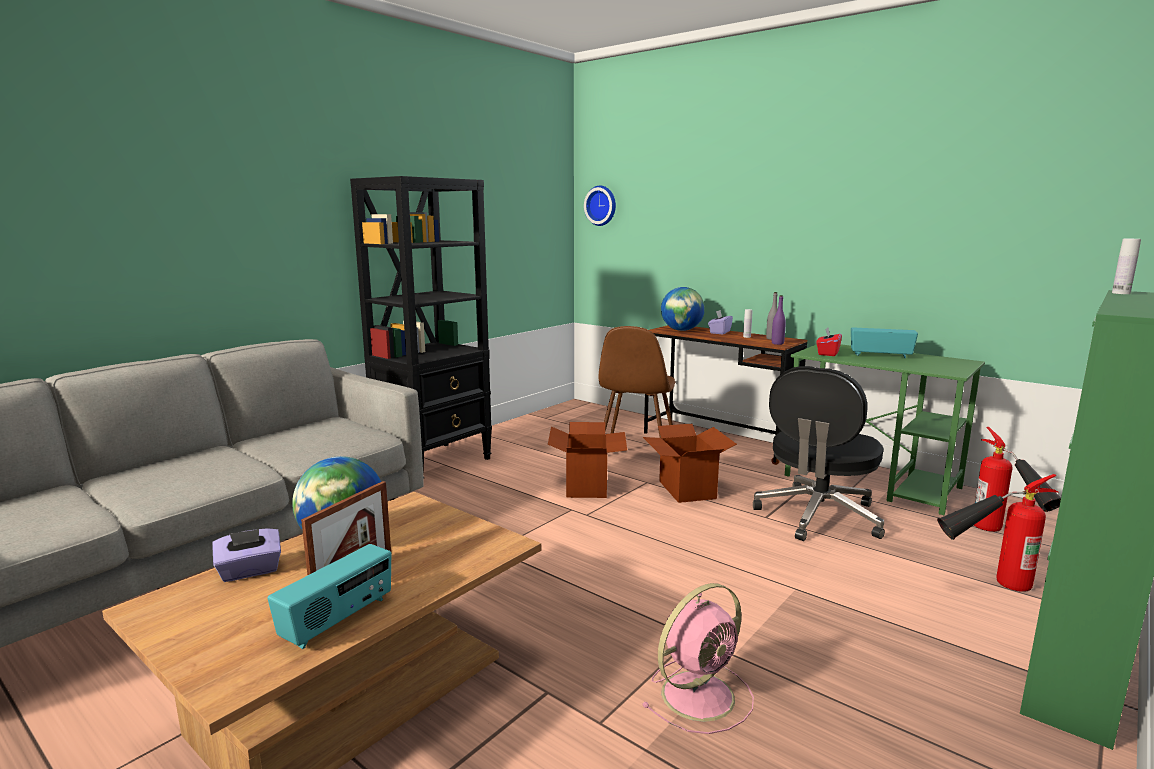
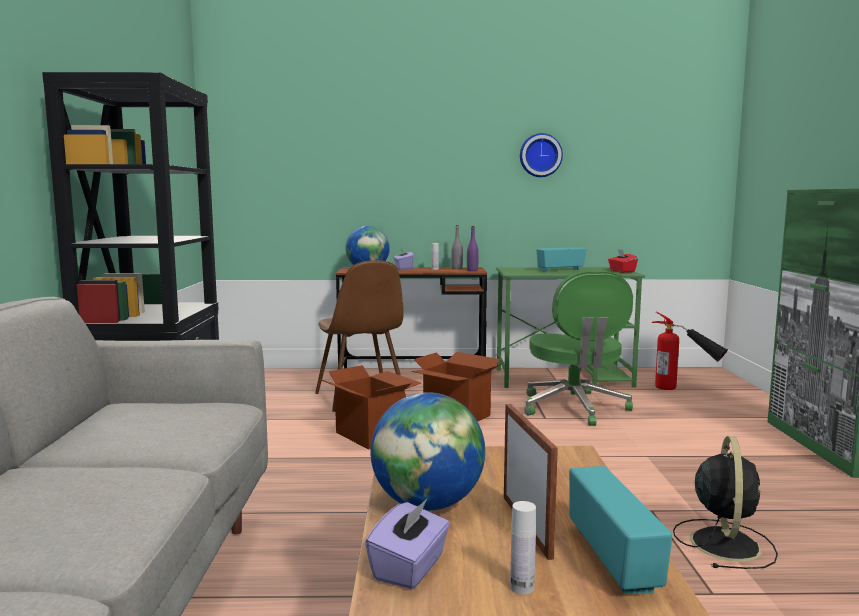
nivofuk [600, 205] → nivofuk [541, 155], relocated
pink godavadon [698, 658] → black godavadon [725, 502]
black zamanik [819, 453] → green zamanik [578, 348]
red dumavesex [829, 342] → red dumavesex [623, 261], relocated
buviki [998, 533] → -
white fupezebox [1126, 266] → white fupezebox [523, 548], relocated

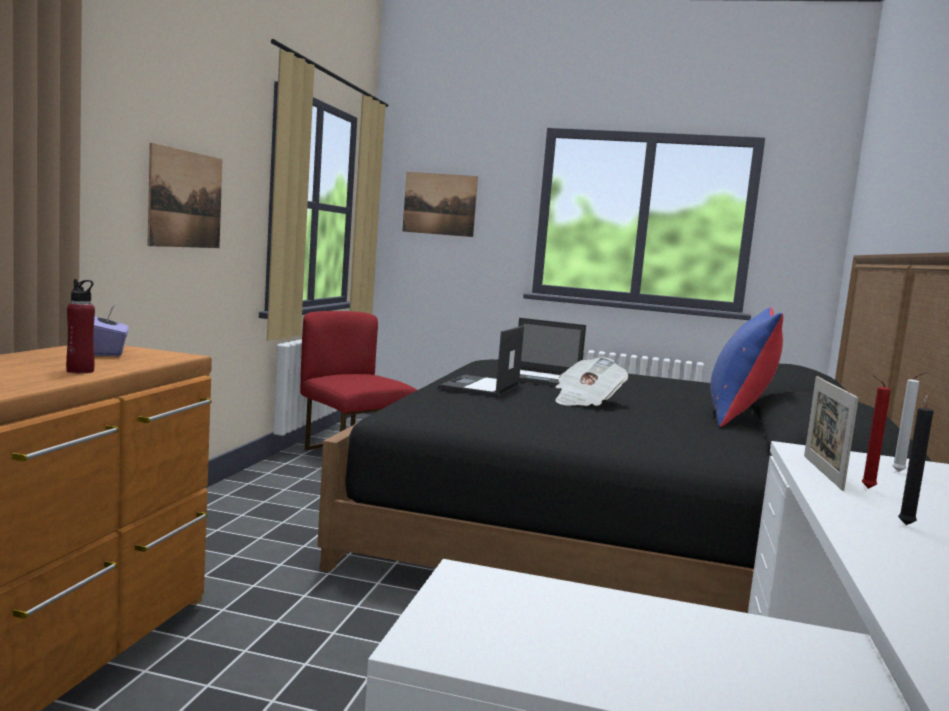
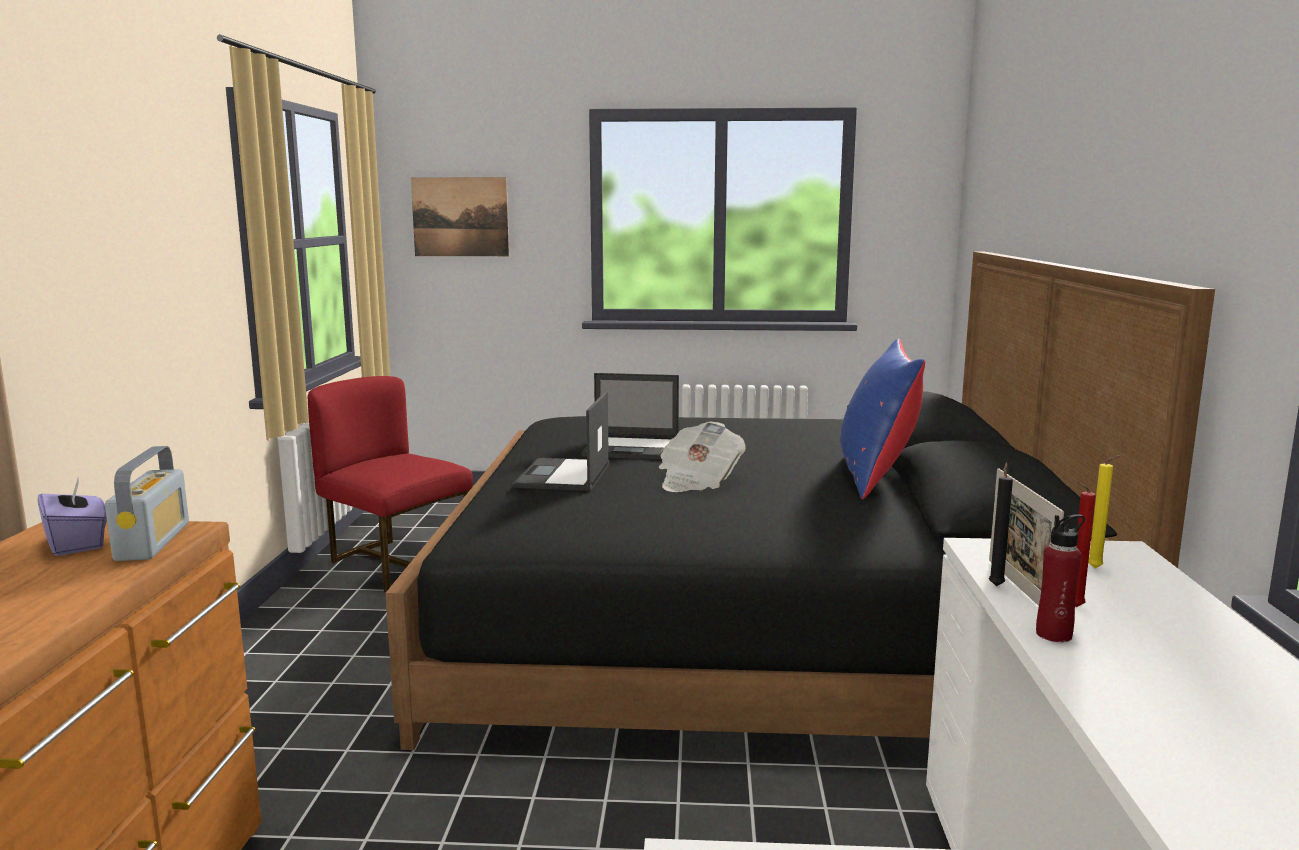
red fupezebox [80, 326] → red fupezebox [1060, 578], relocated
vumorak [185, 195] → -
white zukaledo [910, 422] → yellow zukaledo [1105, 511]
black zukaledo [916, 459] → black zukaledo [1001, 524], relocated
- → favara [147, 503]

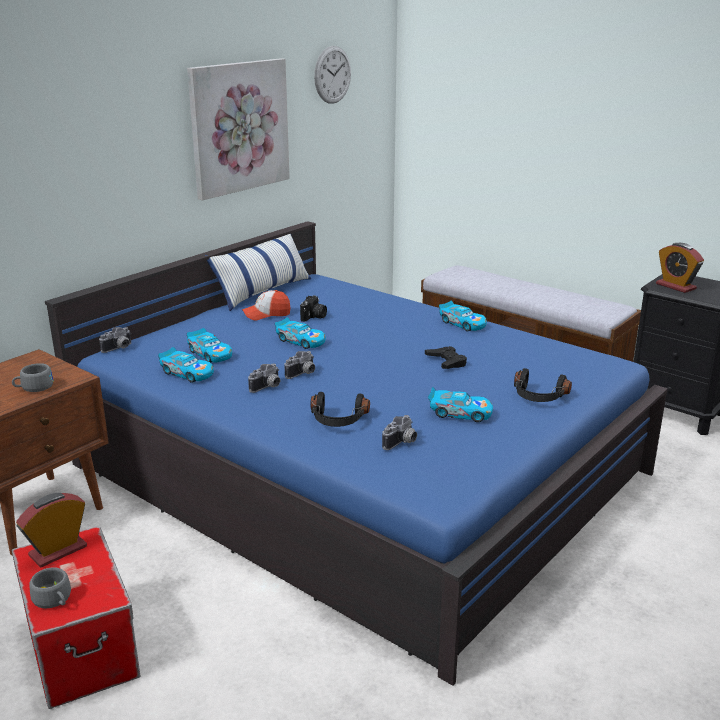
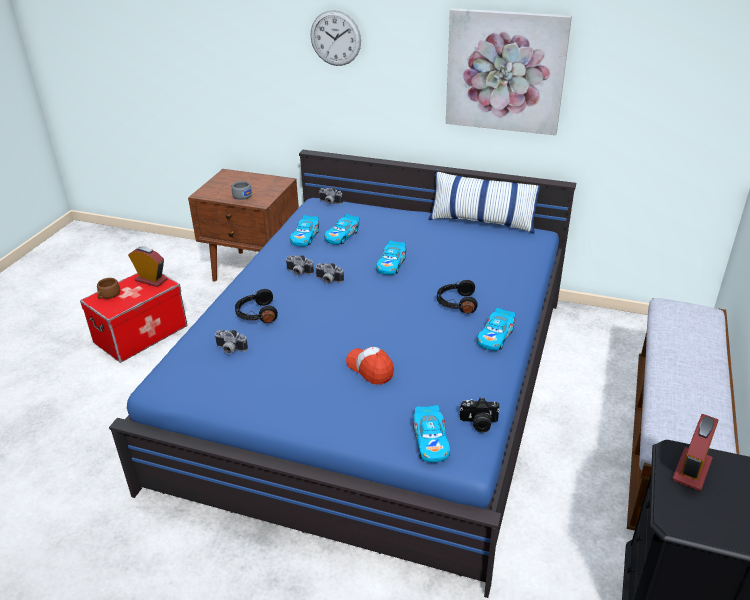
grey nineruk [50, 587] → brown nineruk [108, 288]
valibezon [266, 305] → valibezon [370, 366], relocated
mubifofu [313, 308] → mubifofu [480, 415], relocated
nivofuk [332, 75] → nivofuk [335, 38], relocated
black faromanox [446, 357] → -
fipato [460, 404] → fipato [431, 433], relocated
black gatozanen [543, 385] → black gatozanen [457, 297], relocated

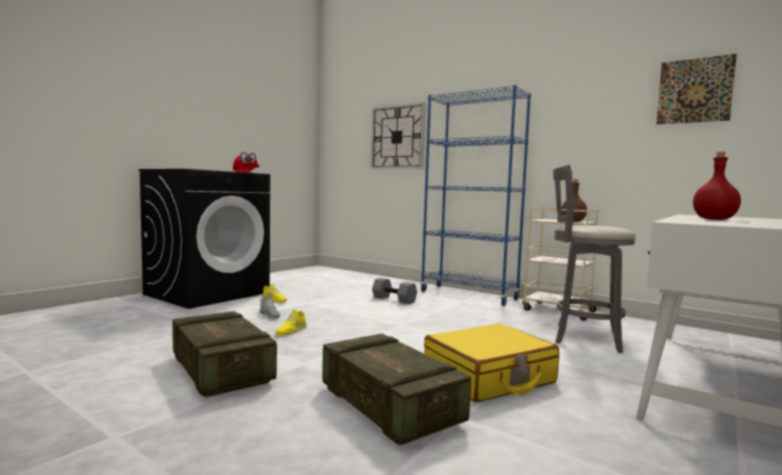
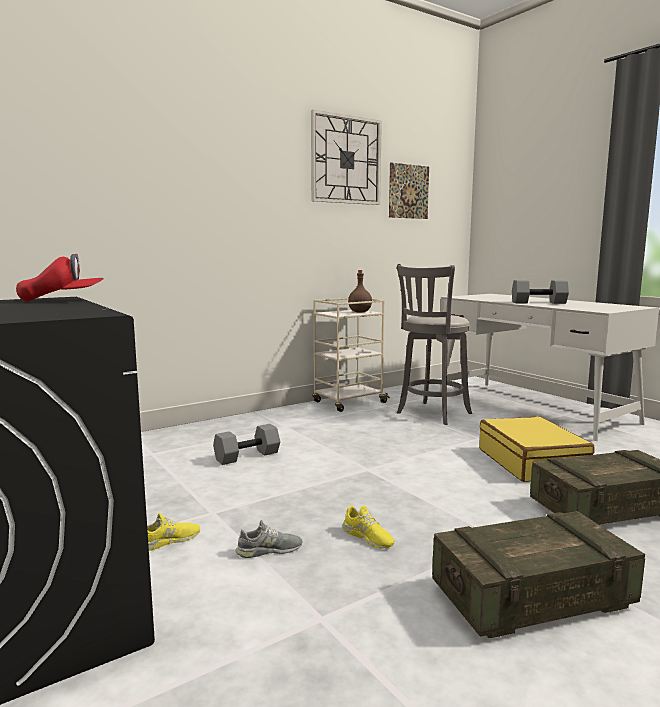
nivofuk [398, 135] → nivofuk [346, 157], relocated
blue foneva [475, 195] → -
red fupezebox [717, 186] → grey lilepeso [540, 292]

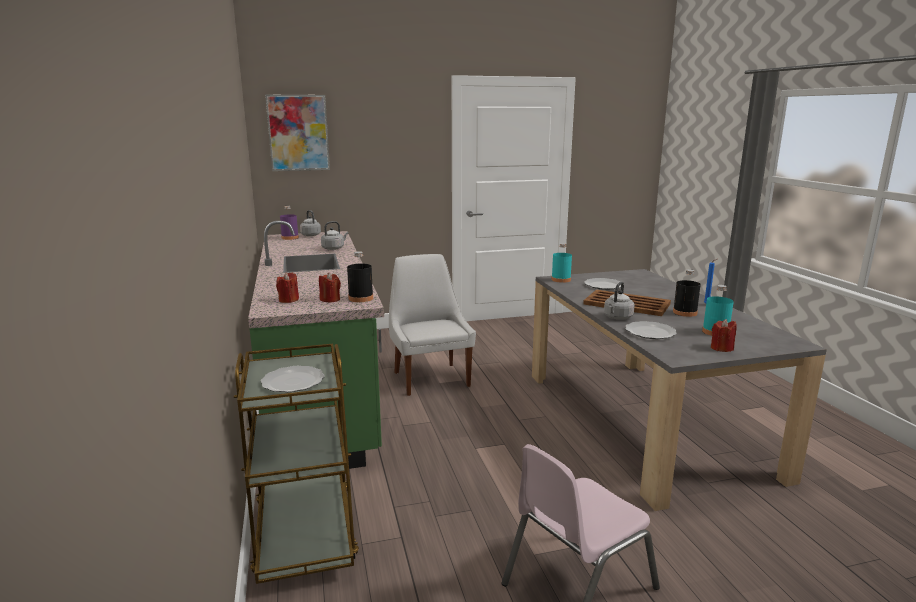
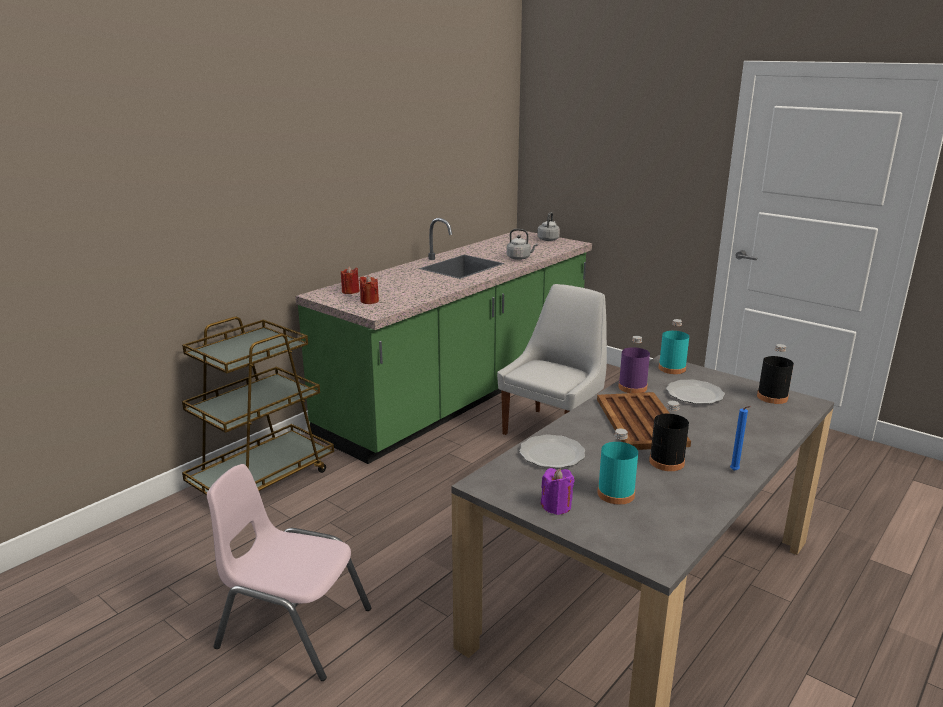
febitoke [293, 379] → -
vumorak [297, 133] → -
purple fupezebox [289, 223] → purple fupezebox [634, 364], relocated
black fupezebox [360, 276] → black fupezebox [775, 374], relocated
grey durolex [619, 301] → -
red zukaledo [724, 335] → purple zukaledo [558, 491]

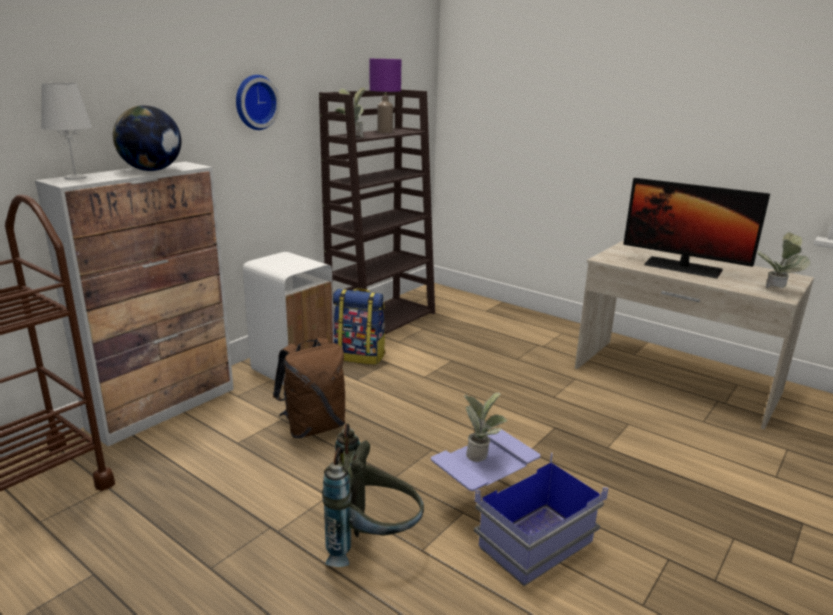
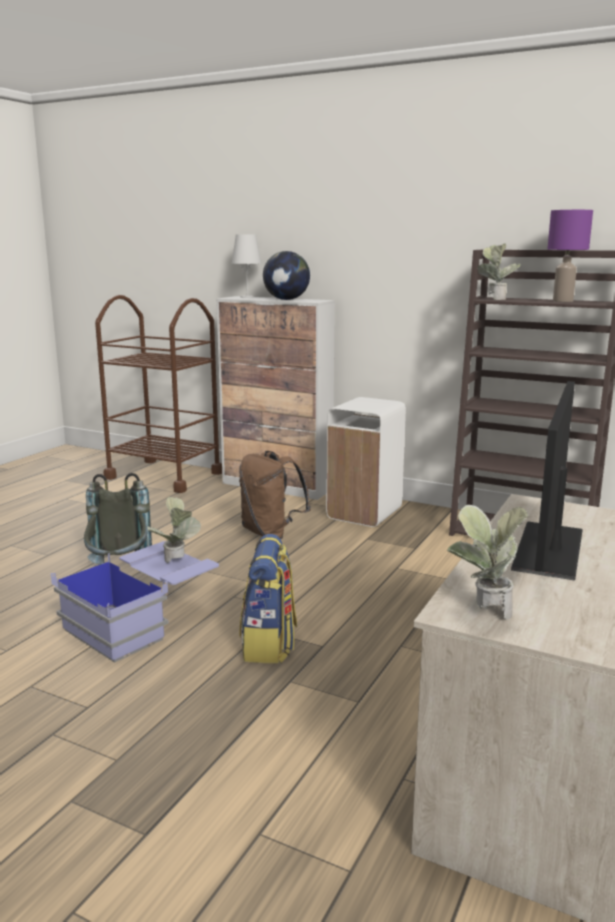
nivofuk [258, 102] → -
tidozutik [359, 326] → tidozutik [268, 598], relocated

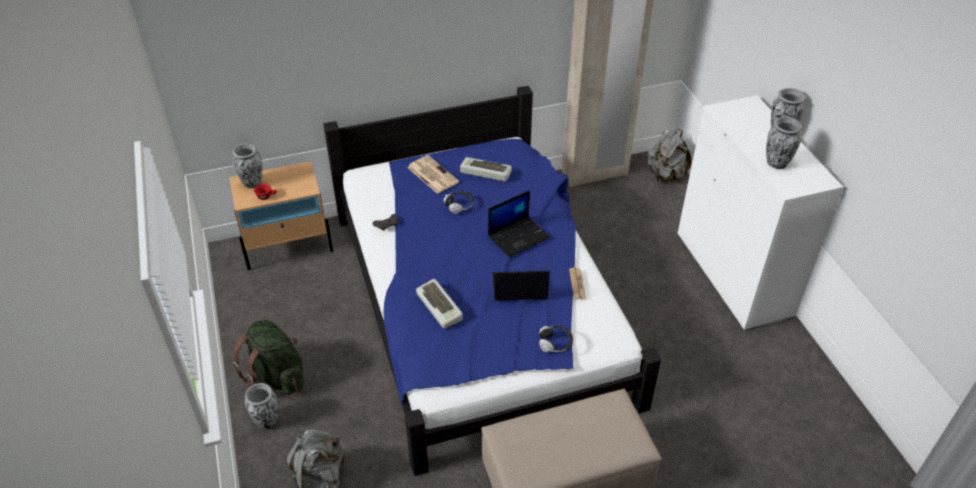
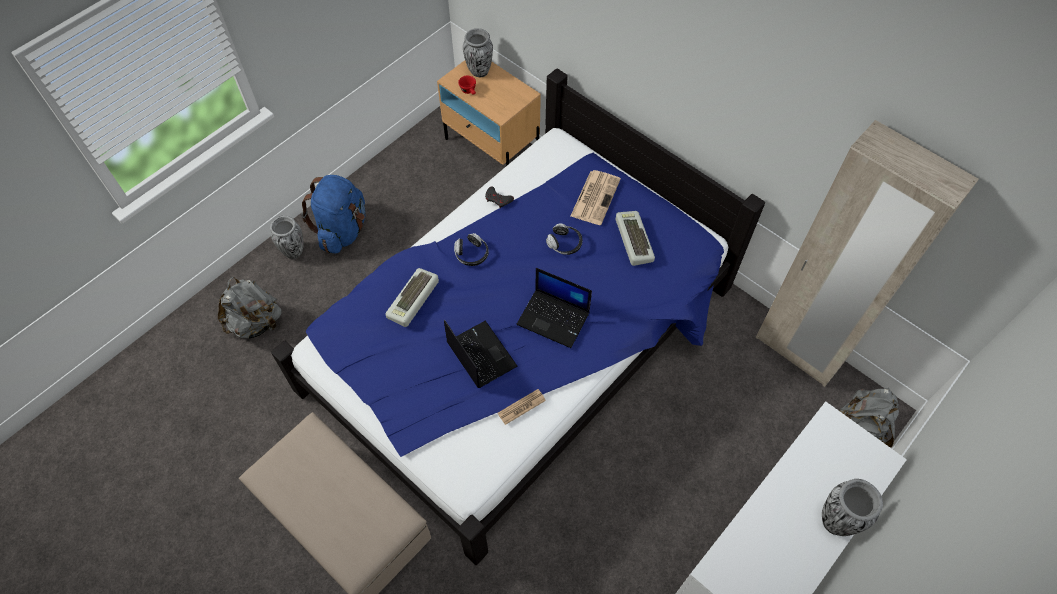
green tidozutik [268, 357] → blue tidozutik [333, 214]
gatozanen [556, 339] → gatozanen [471, 249], relocated
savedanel [784, 143] → -

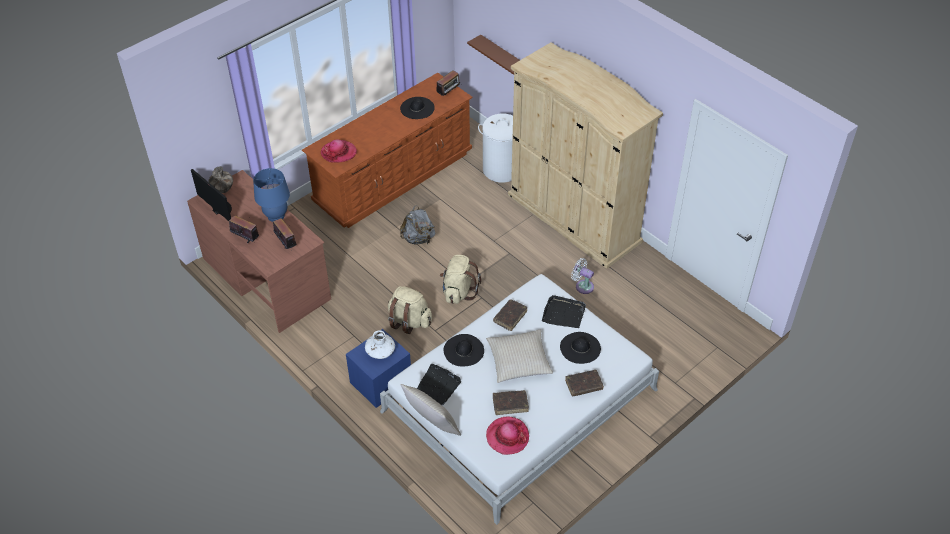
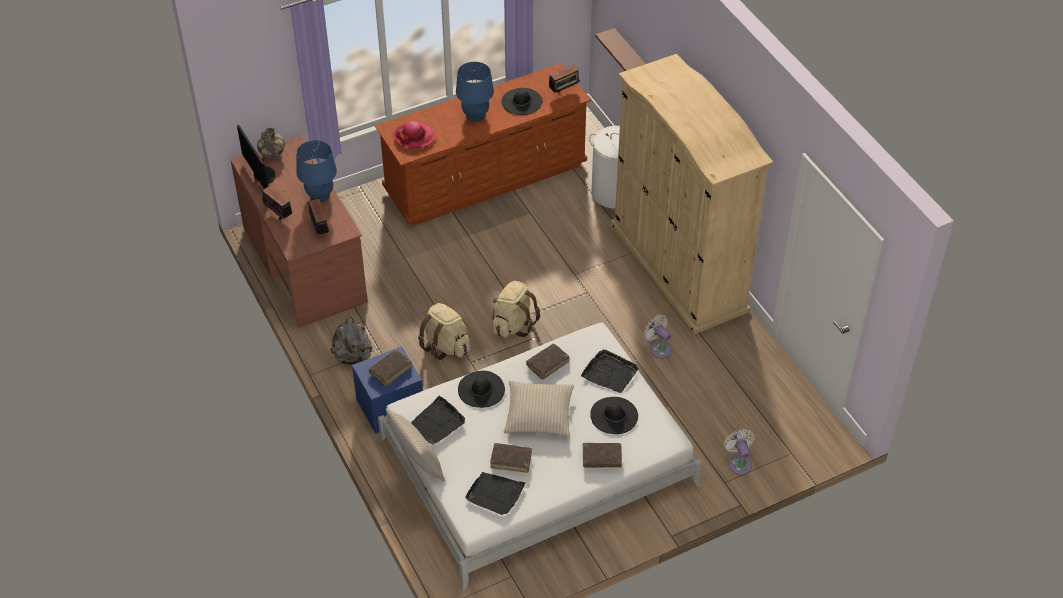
white savedanel [380, 344] → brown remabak [390, 368]
grey tidozutik [417, 225] → grey tidozutik [351, 341], relocated
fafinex [507, 435] → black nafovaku [495, 493]
- → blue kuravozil [475, 92]
- → white godavadon [739, 452]

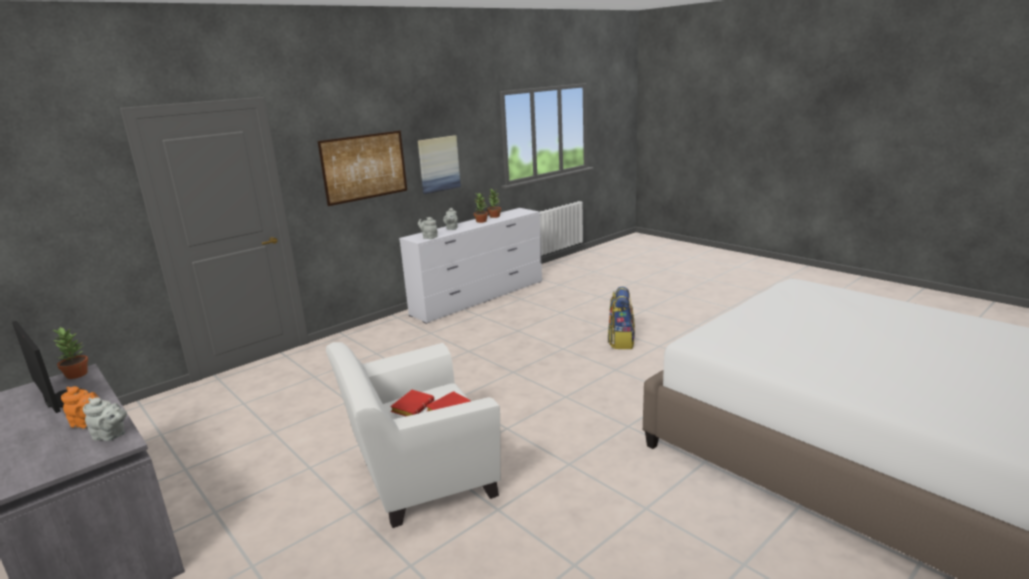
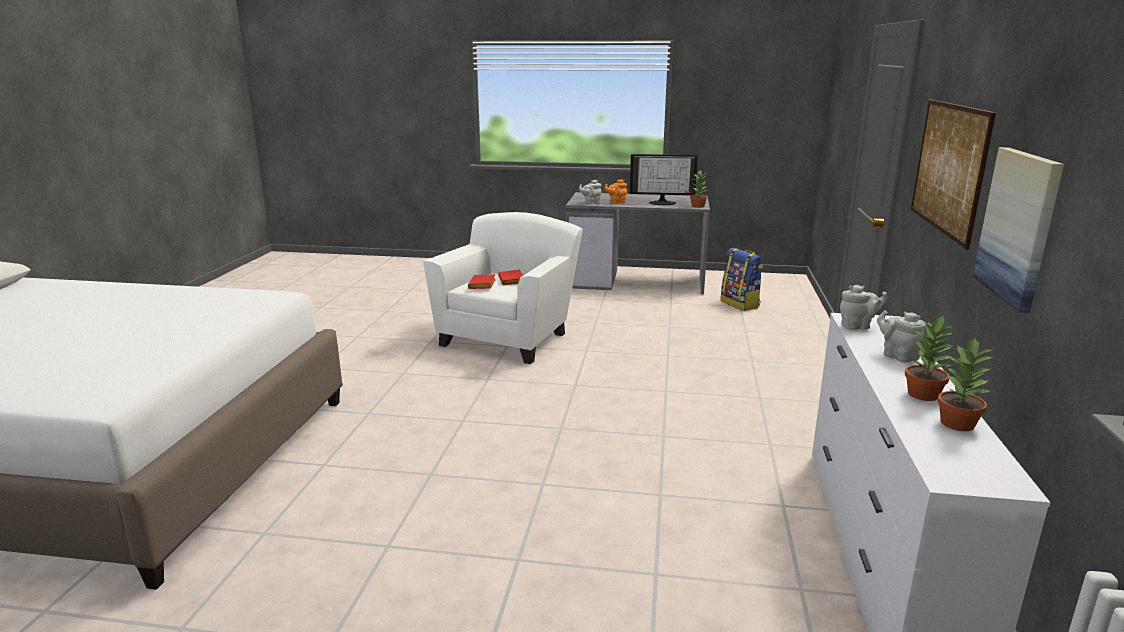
tidozutik [621, 318] → tidozutik [741, 279], relocated

